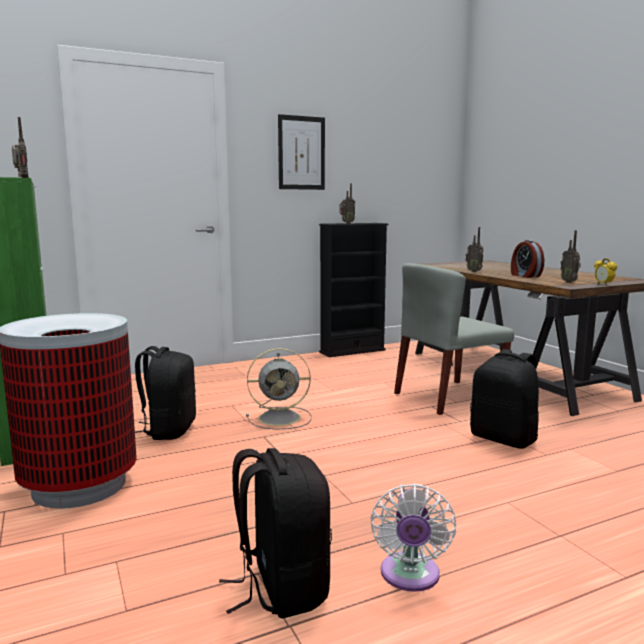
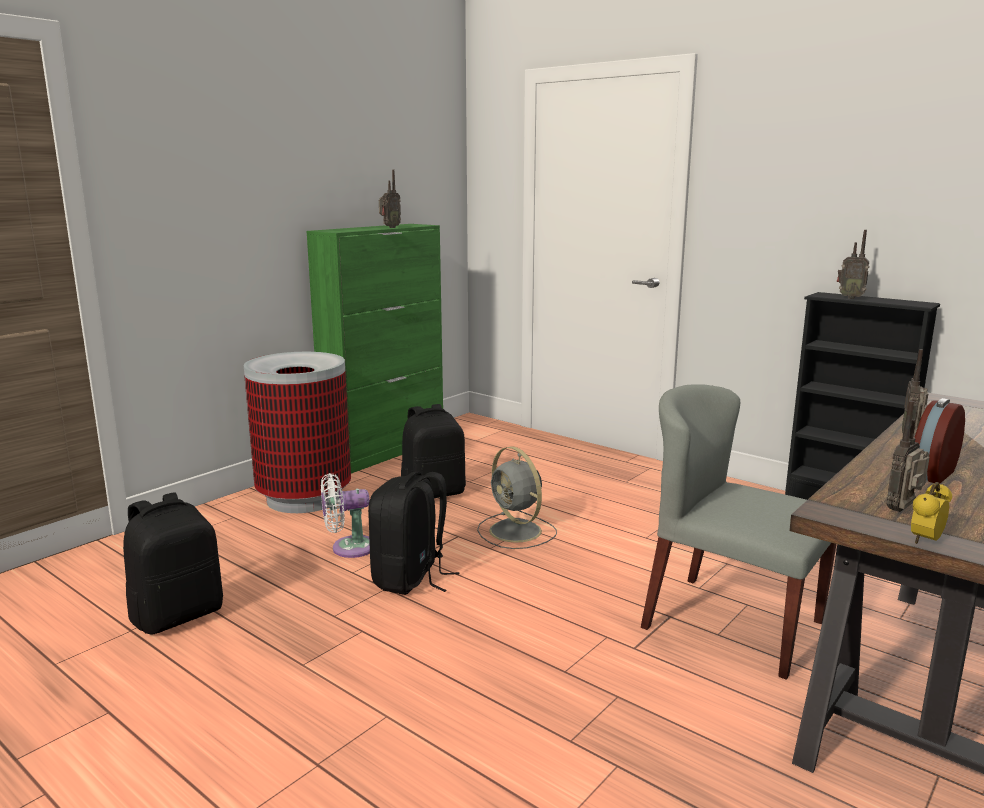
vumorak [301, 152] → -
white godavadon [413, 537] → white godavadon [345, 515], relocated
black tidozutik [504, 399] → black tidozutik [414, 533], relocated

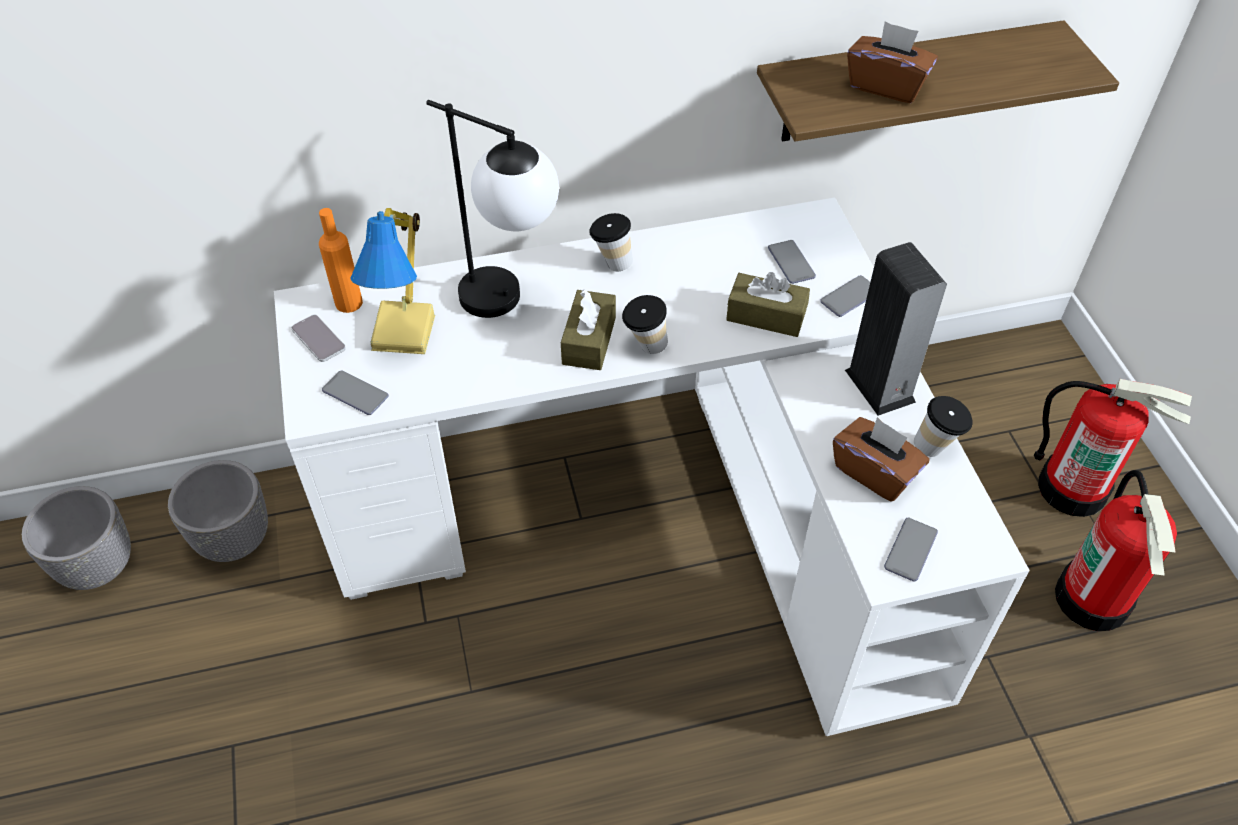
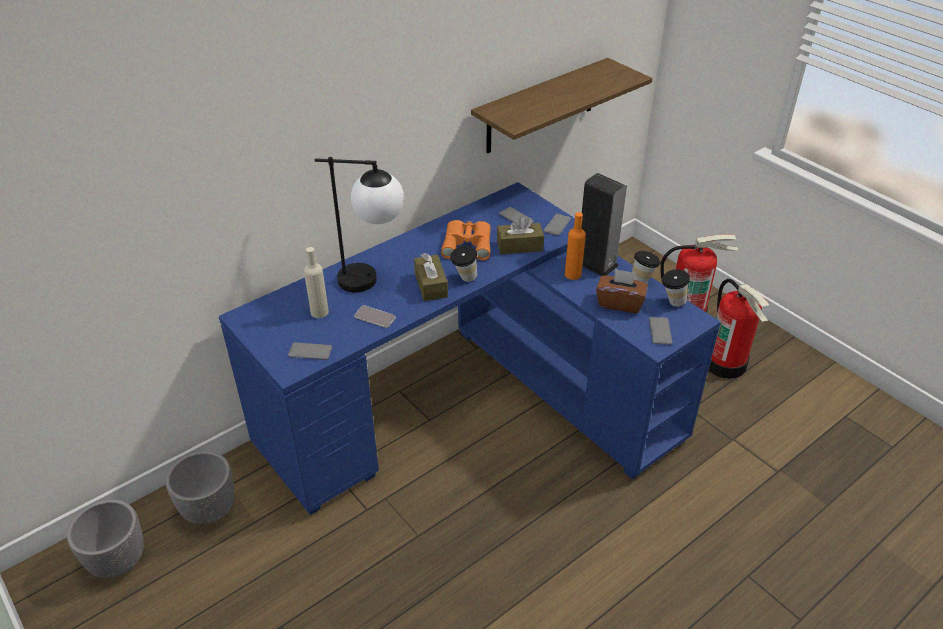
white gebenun [652, 466] → blue gebenun [470, 348]
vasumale [318, 338] → vasumale [375, 316], relocated
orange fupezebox [341, 260] → orange fupezebox [575, 246], relocated
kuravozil [392, 281] → beige fupezebox [316, 282]
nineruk [611, 242] → nineruk [676, 288], relocated
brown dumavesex [892, 62] → -
- → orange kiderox [466, 240]

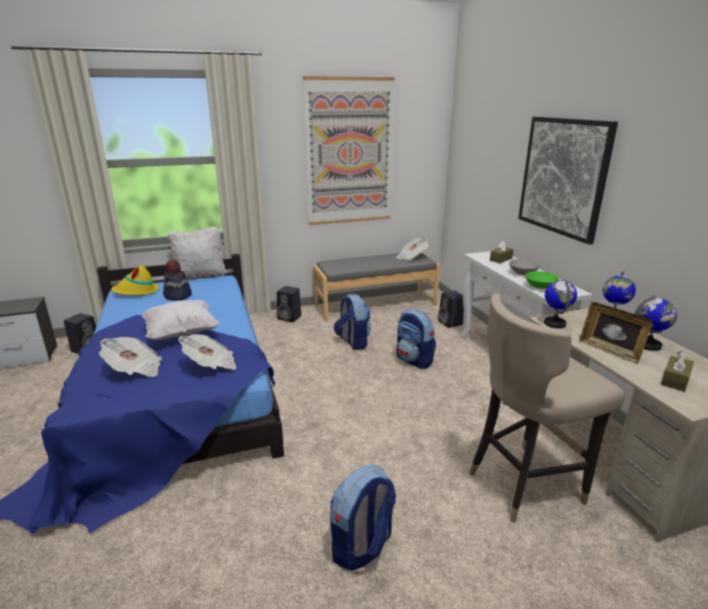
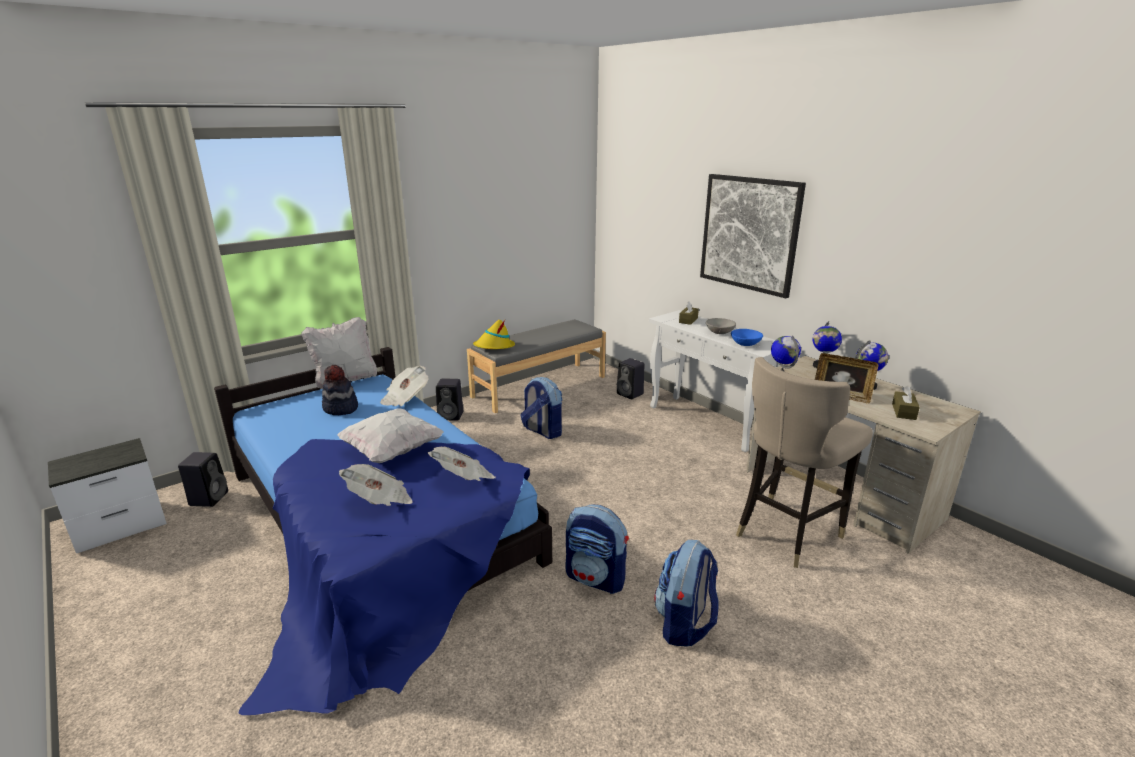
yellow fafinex [135, 280] → yellow fafinex [494, 334], relocated
vumorak [349, 150] → -
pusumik [412, 248] → pusumik [404, 386], relocated
tidozutik [416, 339] → tidozutik [597, 549], relocated
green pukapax [542, 280] → blue pukapax [747, 337]

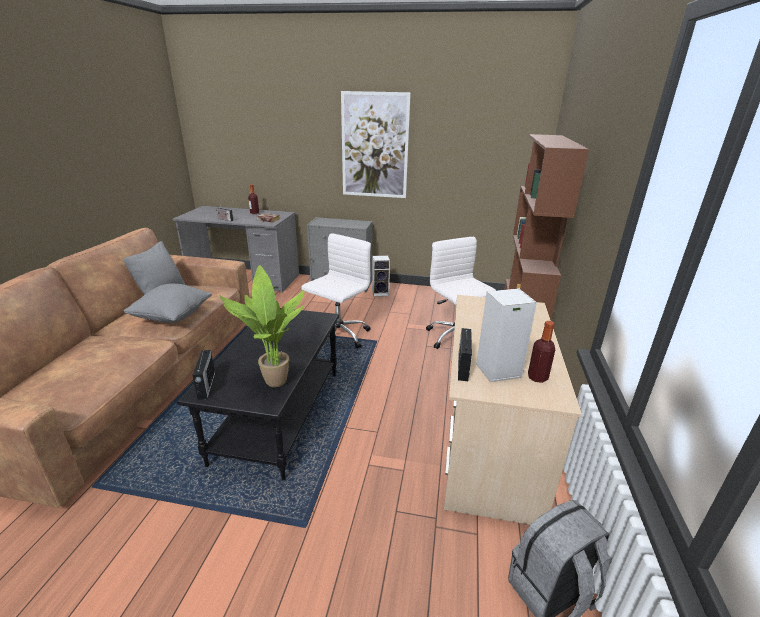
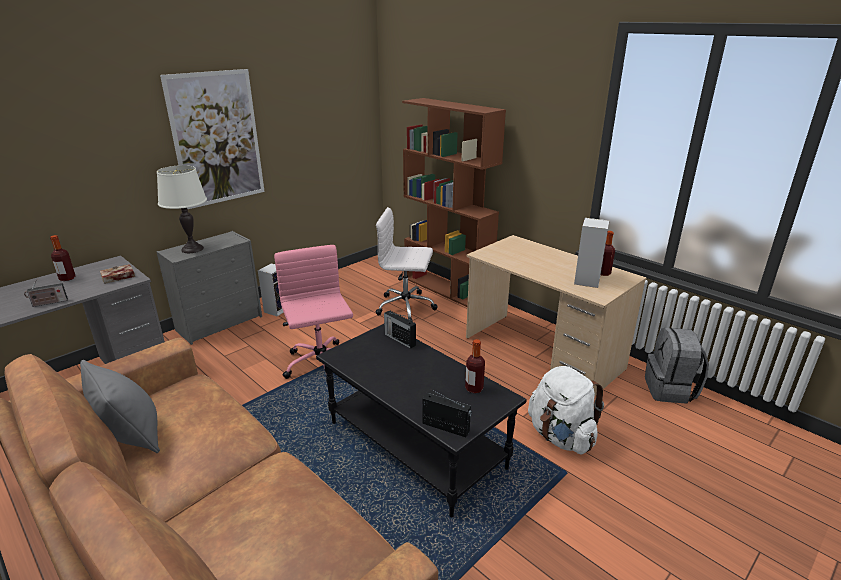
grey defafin [168, 303] → -
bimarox [261, 326] → fupezebox [475, 366]
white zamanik [336, 290] → pink zamanik [313, 313]
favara [465, 354] → favara [400, 329], relocated
- → white kuravozil [182, 209]
- → white tidozutik [566, 410]

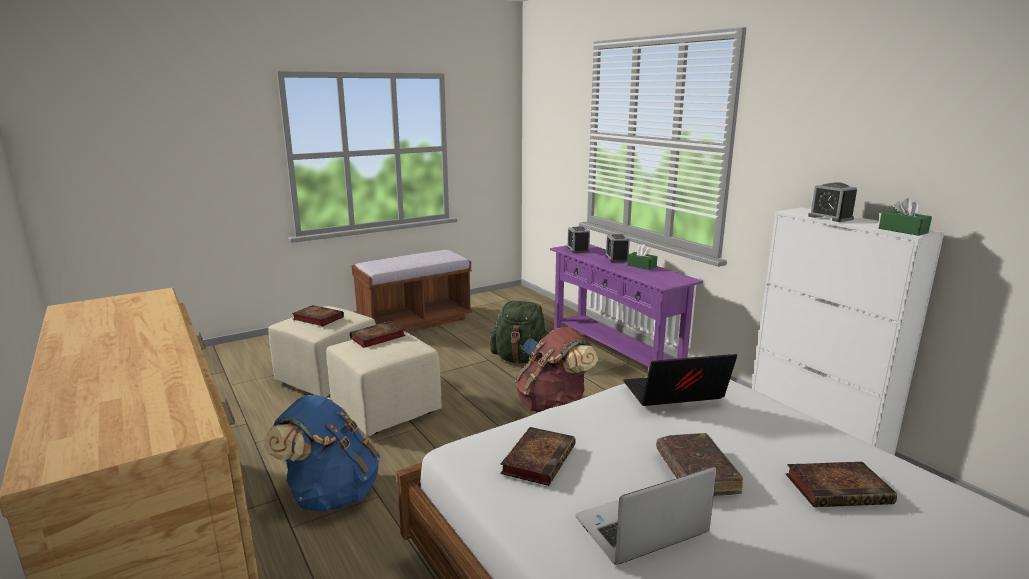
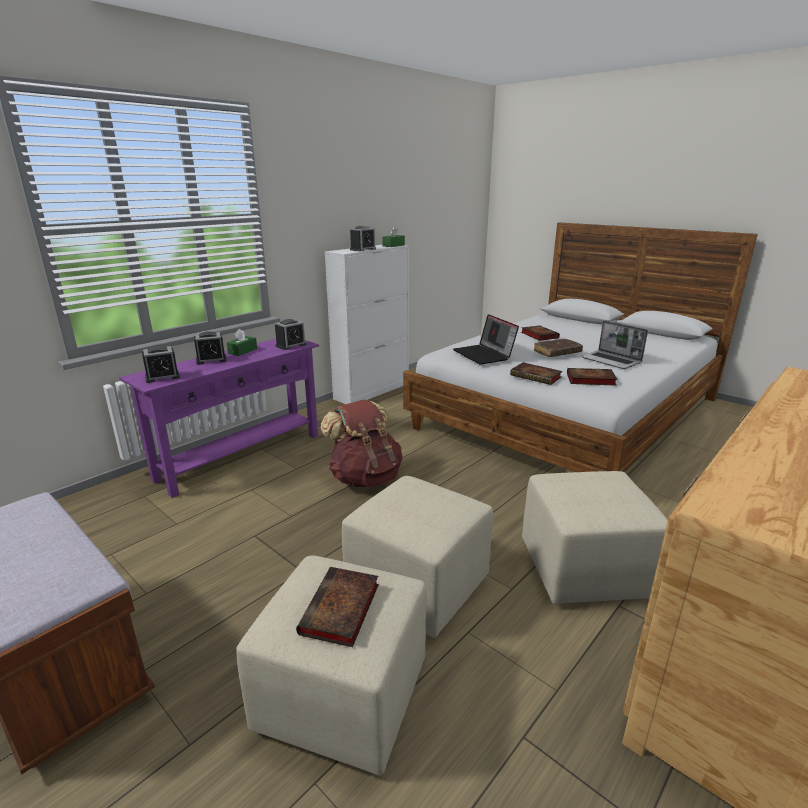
blue tidozutik [322, 453] → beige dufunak [595, 537]
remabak [378, 334] → remabak [536, 373], relocated
green tidozutik [519, 332] → -
- → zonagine [291, 334]

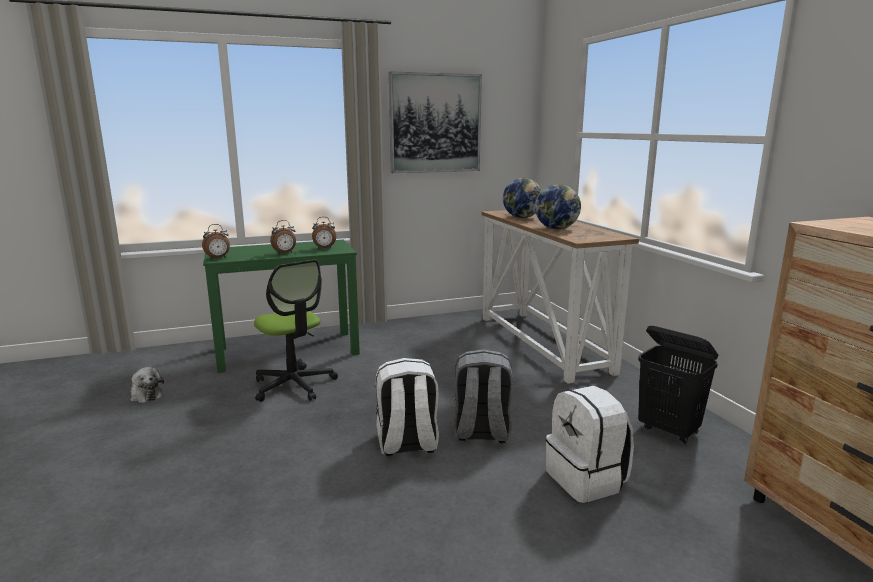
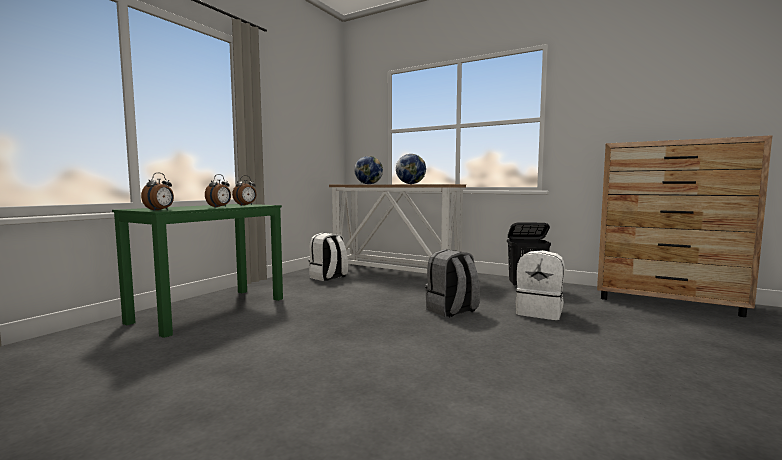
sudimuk [147, 385] → -
zamanik [296, 331] → -
white tidozutik [407, 407] → white tidozutik [328, 257], relocated
vumorak [435, 122] → -

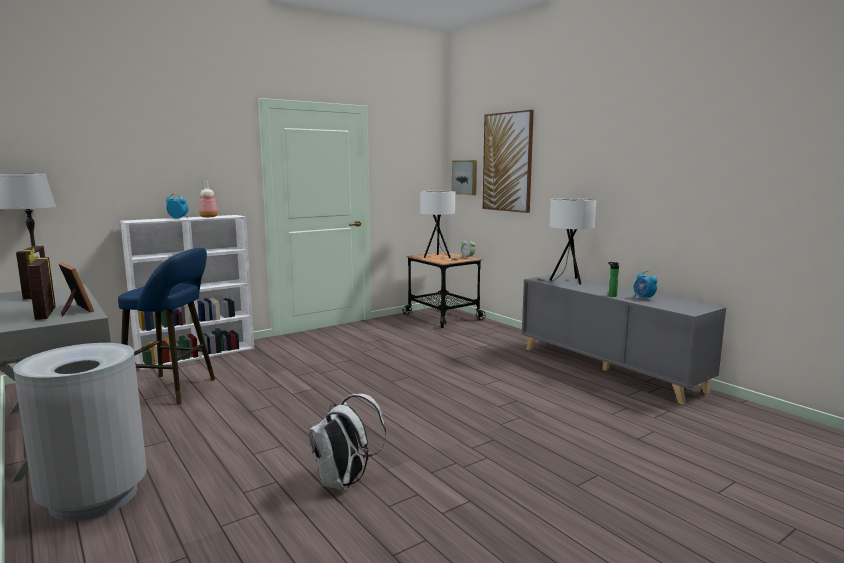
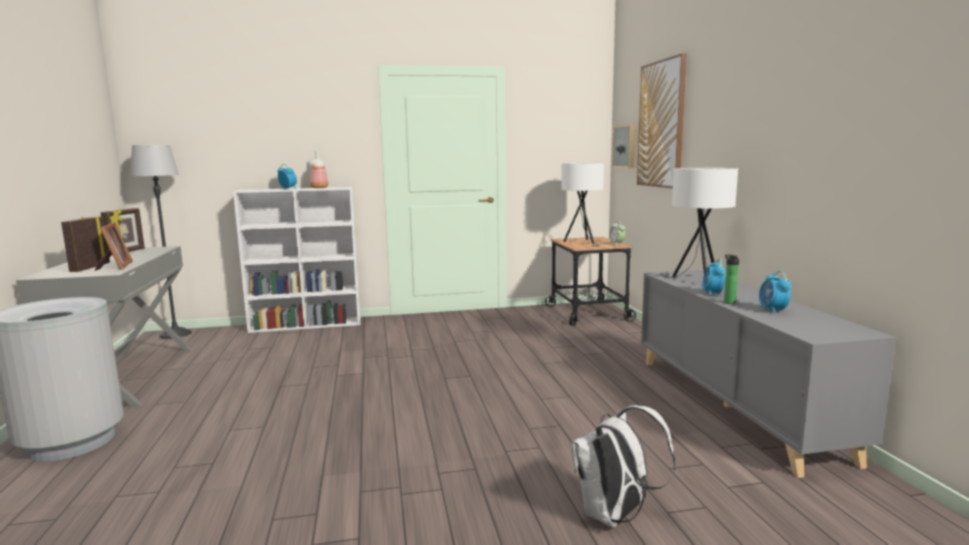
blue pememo [166, 326] → -
white tidozutik [347, 442] → white tidozutik [623, 466], relocated
- → zonagine [714, 277]

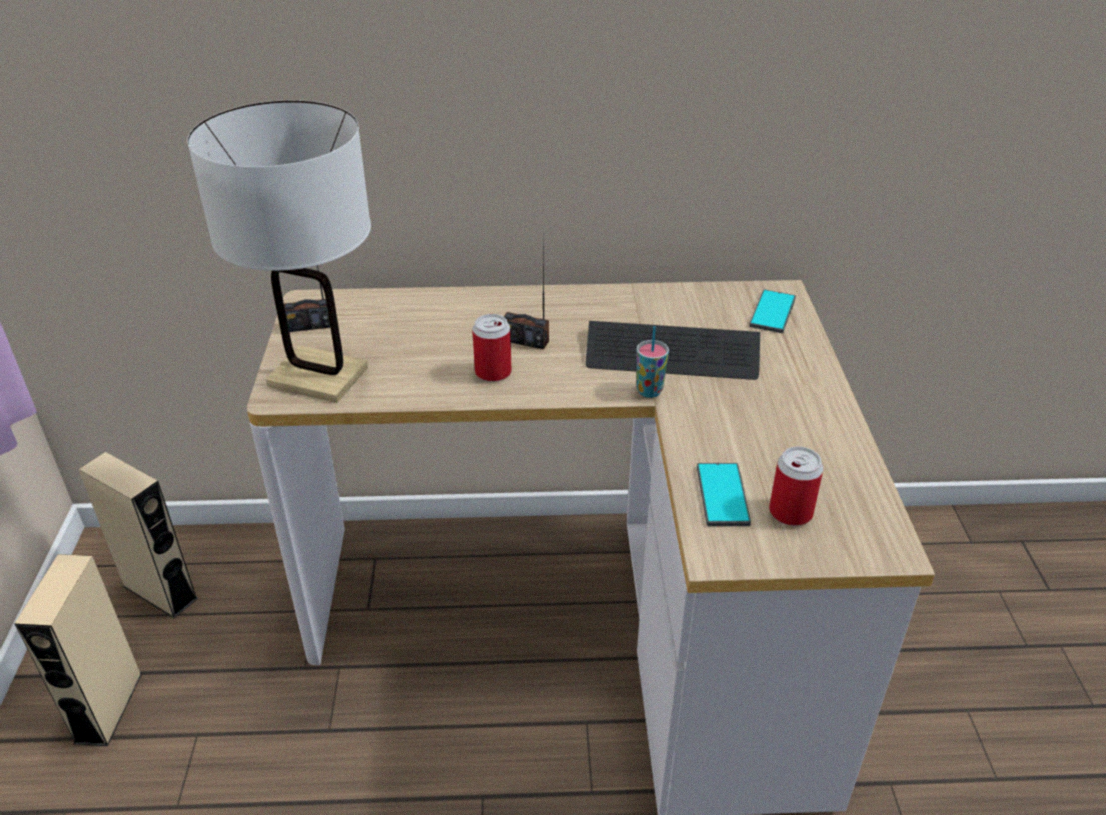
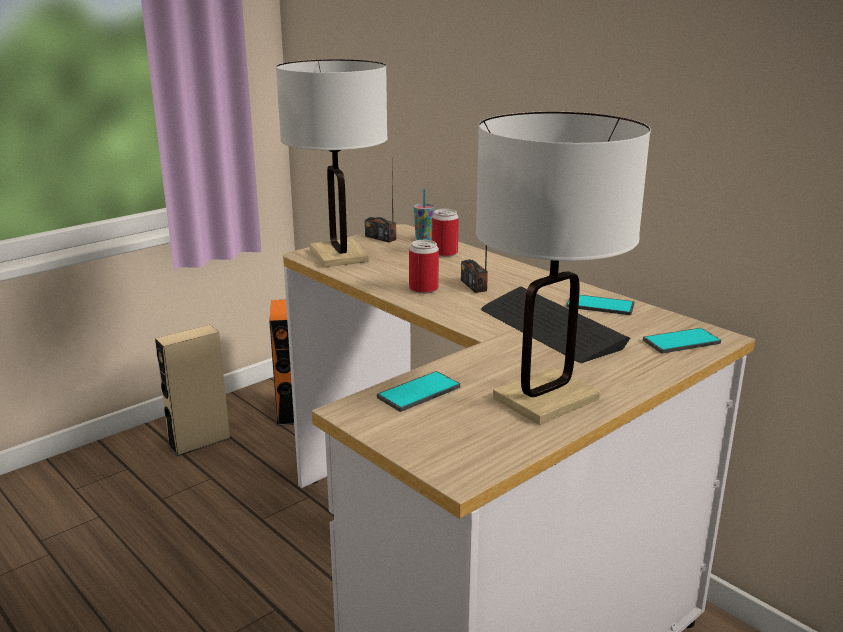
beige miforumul [138, 535] → orange miforumul [281, 363]
nineruk [652, 362] → nineruk [424, 214], relocated
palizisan [796, 486] → palizisan [445, 233], relocated
- → white kuravozil [563, 268]
- → vasumale [601, 305]

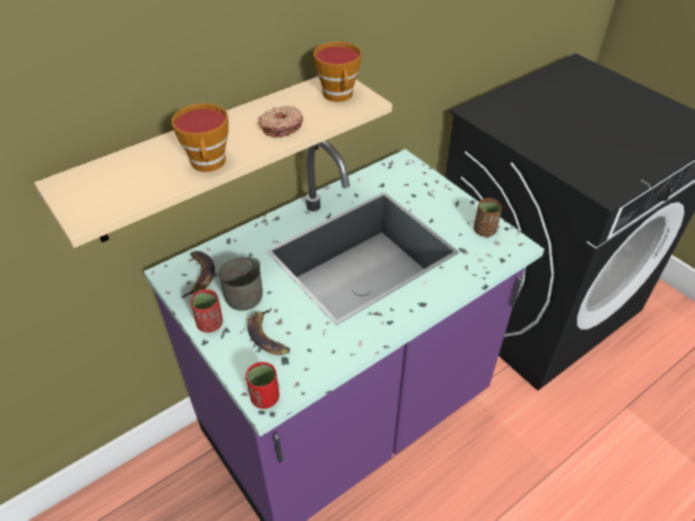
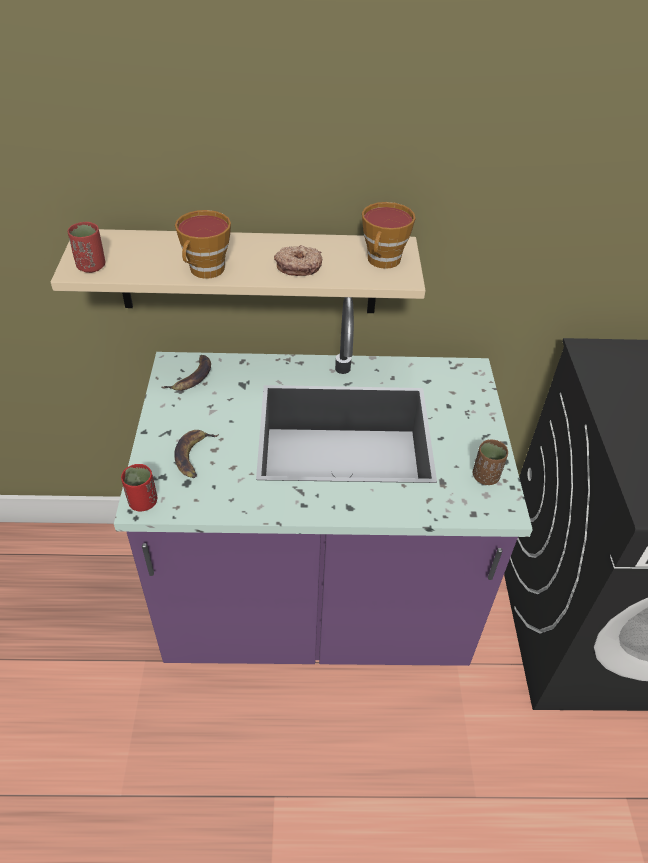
red nineruk [206, 311] → red nineruk [86, 247], relocated
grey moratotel [241, 284] → -

